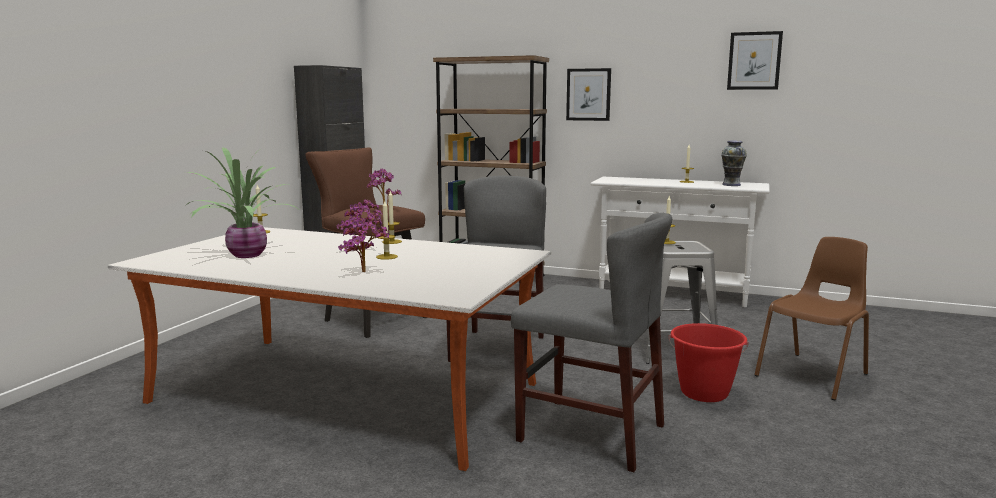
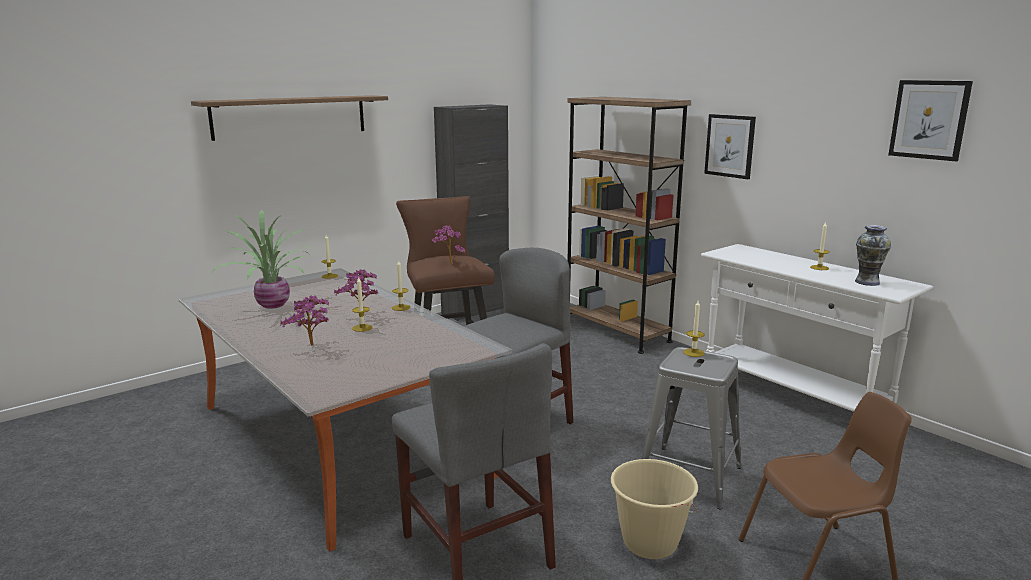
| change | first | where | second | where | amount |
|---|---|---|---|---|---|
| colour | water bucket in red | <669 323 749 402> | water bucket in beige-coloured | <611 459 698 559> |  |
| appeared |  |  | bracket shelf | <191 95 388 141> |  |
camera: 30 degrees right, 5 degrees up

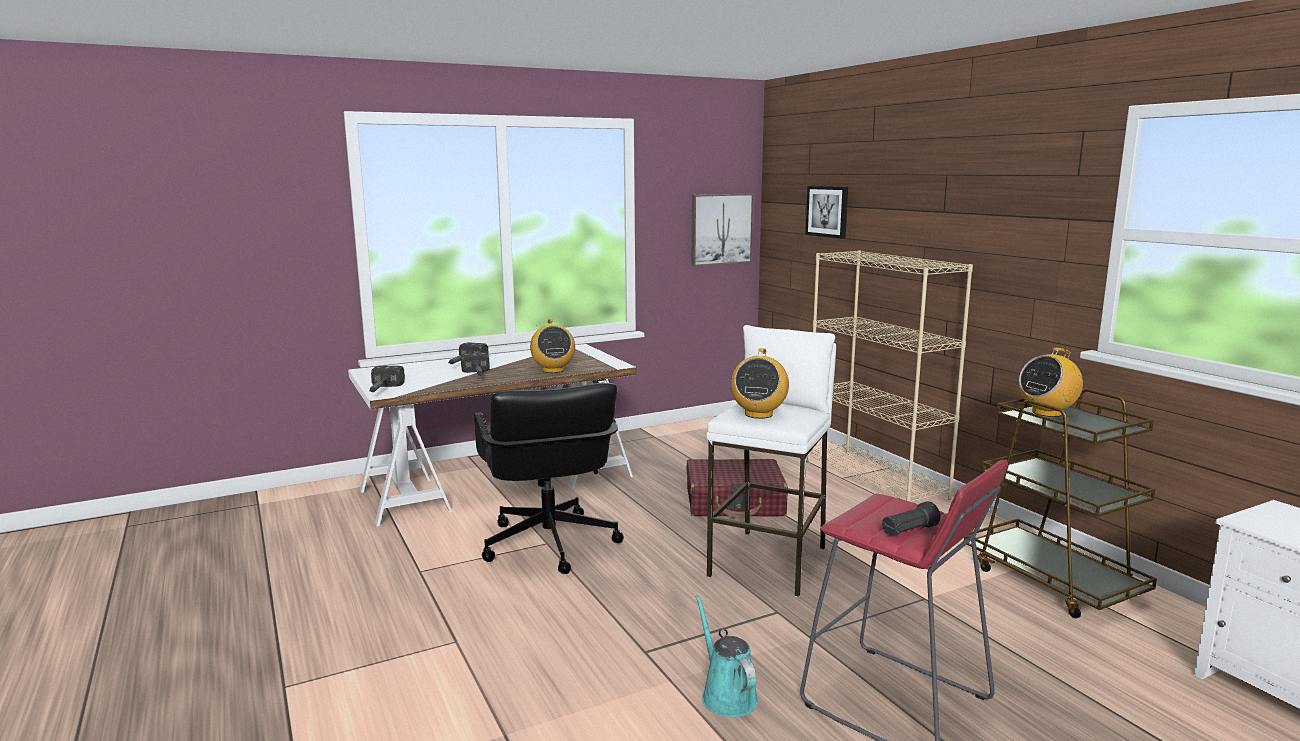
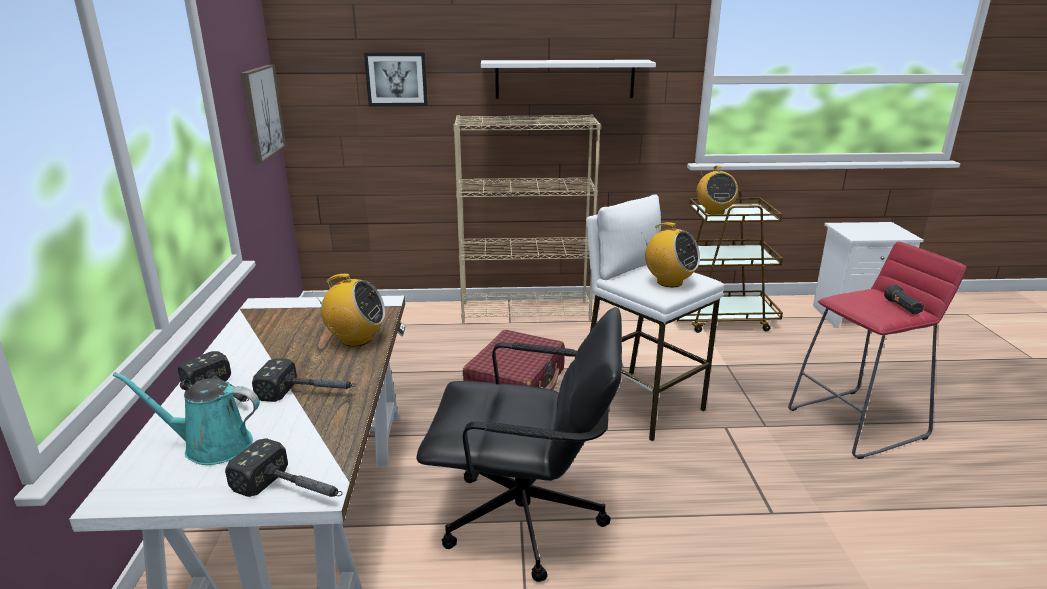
| change | first | where | second | where | amount |
|---|---|---|---|---|---|
| relocated | sprinkling can in turquoise-coloured | <696 595 758 717> |  | <113 372 260 465> |  |
| appeared |  |  | bracket shelf in white-coloured | <481 60 656 99> |  |
camera: 65 degrees left, 10 degrees up

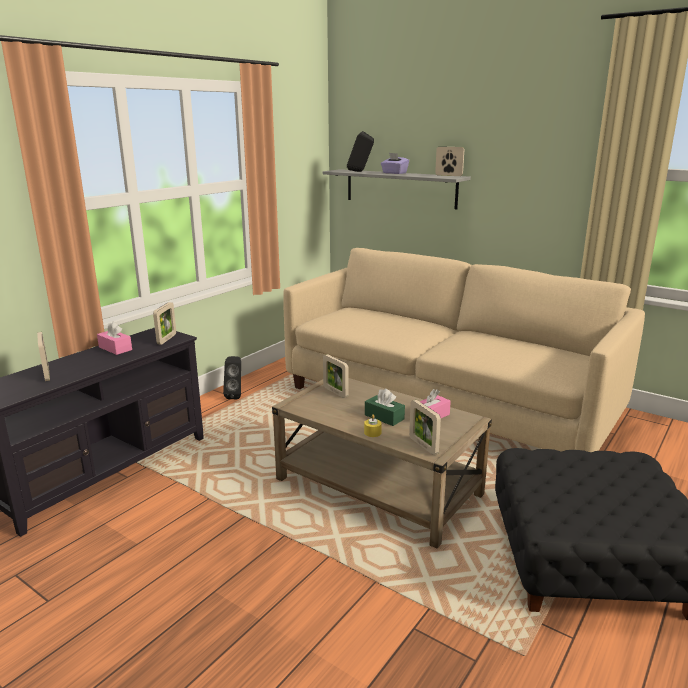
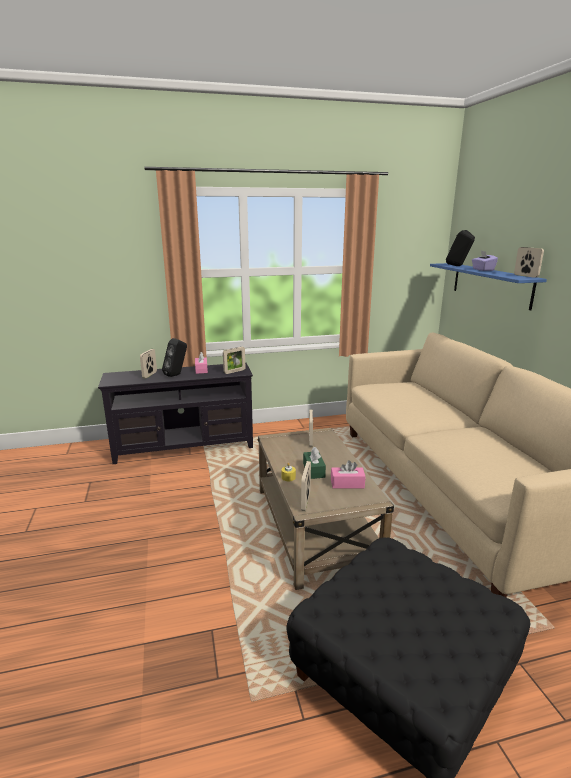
| change | first | where | second | where | amount |
|---|---|---|---|---|---|
| colour | bracket shelf in greyish | <323 169 471 210> | bracket shelf in blue | <430 263 547 310> |  |
| relocated | audio speaker in blackish | <223 356 241 399> |  | <162 338 187 377> |  |
camera: 40 degrees right, 0 degrees up

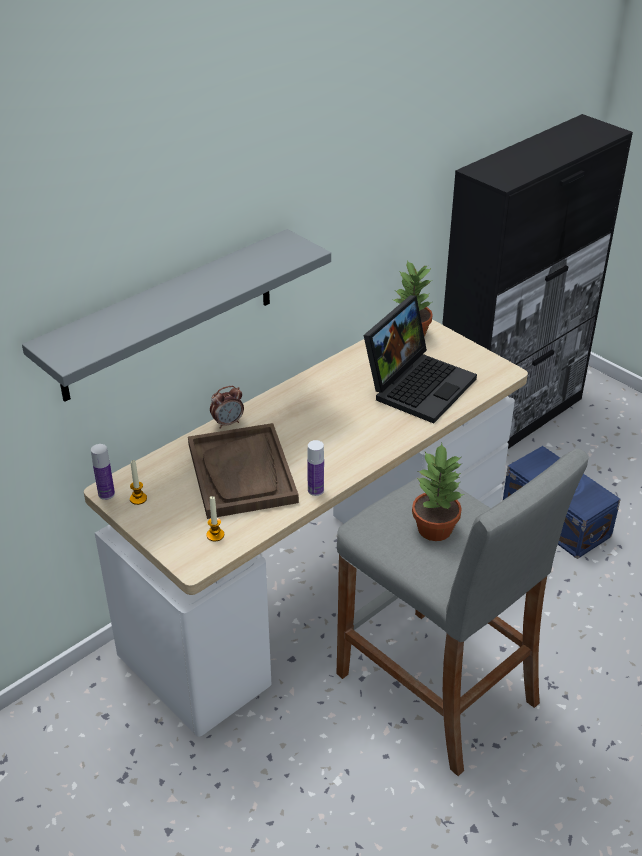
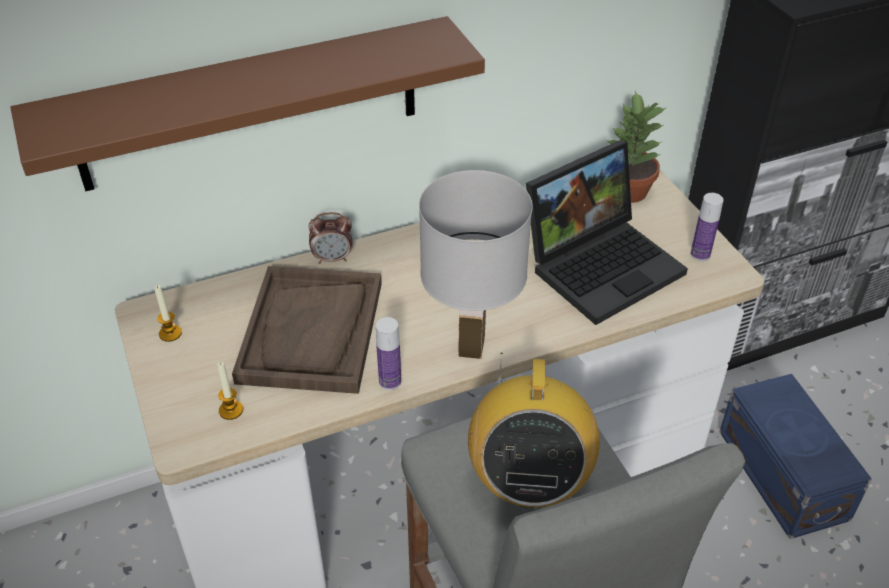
| change | first | where | second | where | amount |
|---|---|---|---|---|---|
| colour | bracket shelf in greyish | <22 229 331 402> | bracket shelf in brownish | <10 16 485 191> |  |
| exchanged | plant in a pot | <412 443 464 541> | radio | <468 353 600 508> |  |
| relocated | bottle | <91 444 115 500> |  | <690 193 724 261> |  |
| appeared |  |  | lamp for a table in white-coloured | <419 170 533 359> |  |
camera: 20 degrees right, 5 degrees up

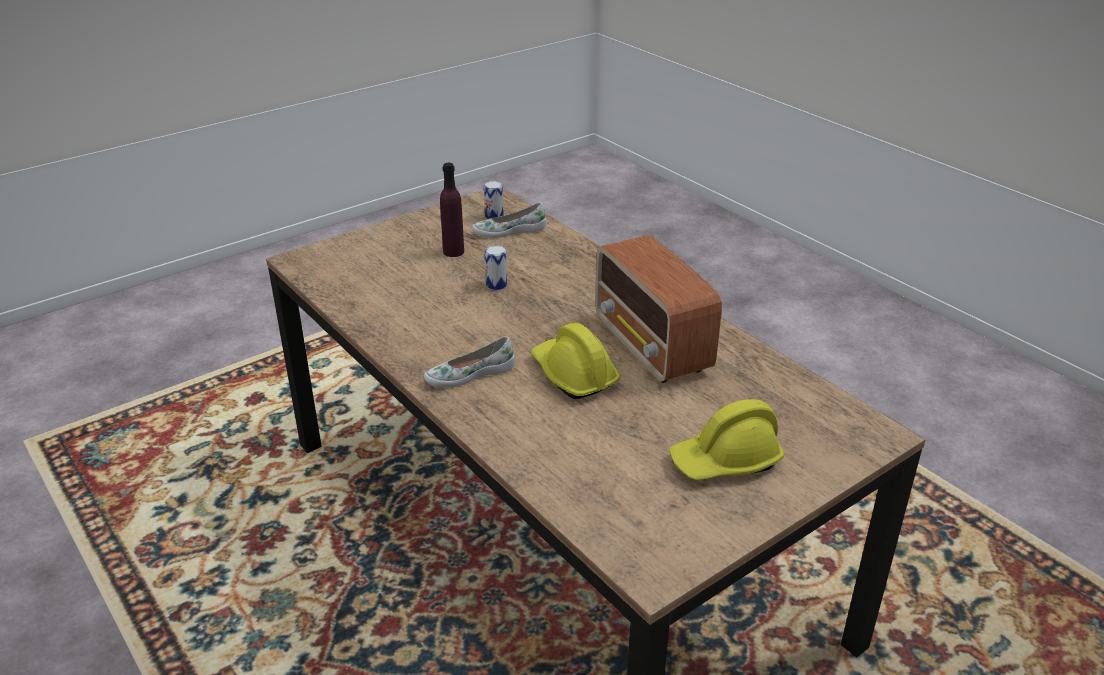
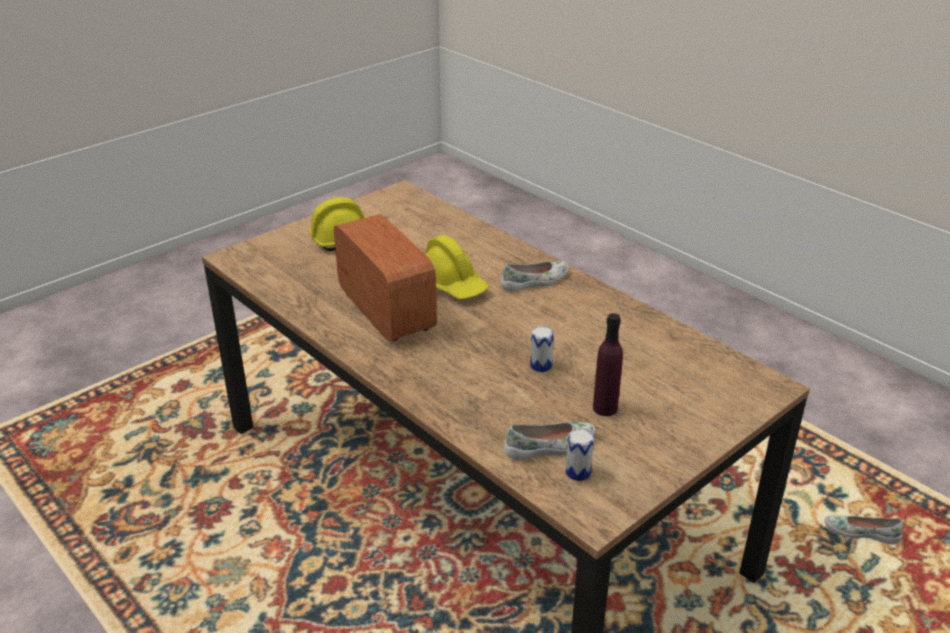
| change | first | where | second | where | amount |
|---|---|---|---|---|---|
| appeared |  |  | low shoe in white-coloured | <825 515 903 544> |  |
camera: 175 degrees right, 0 degrees up

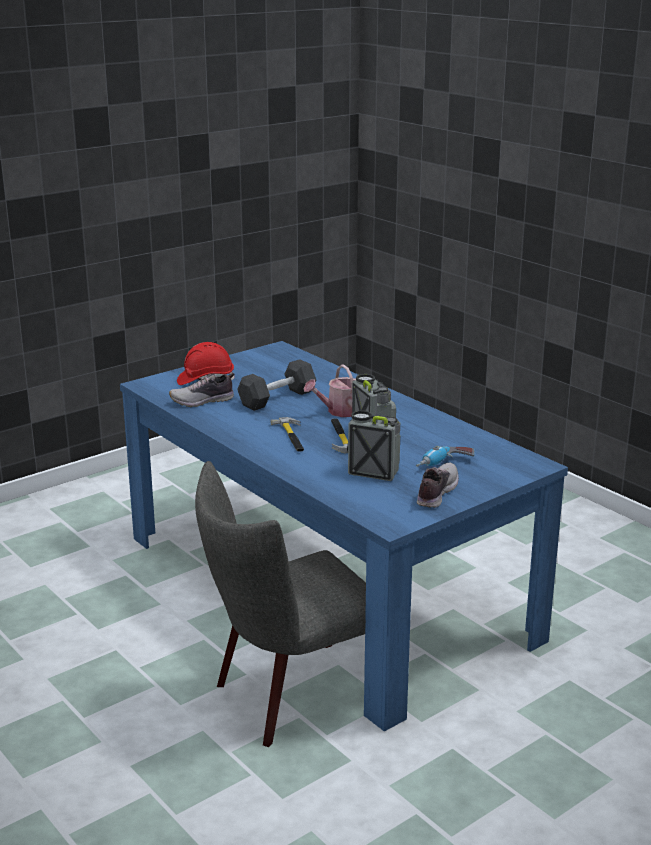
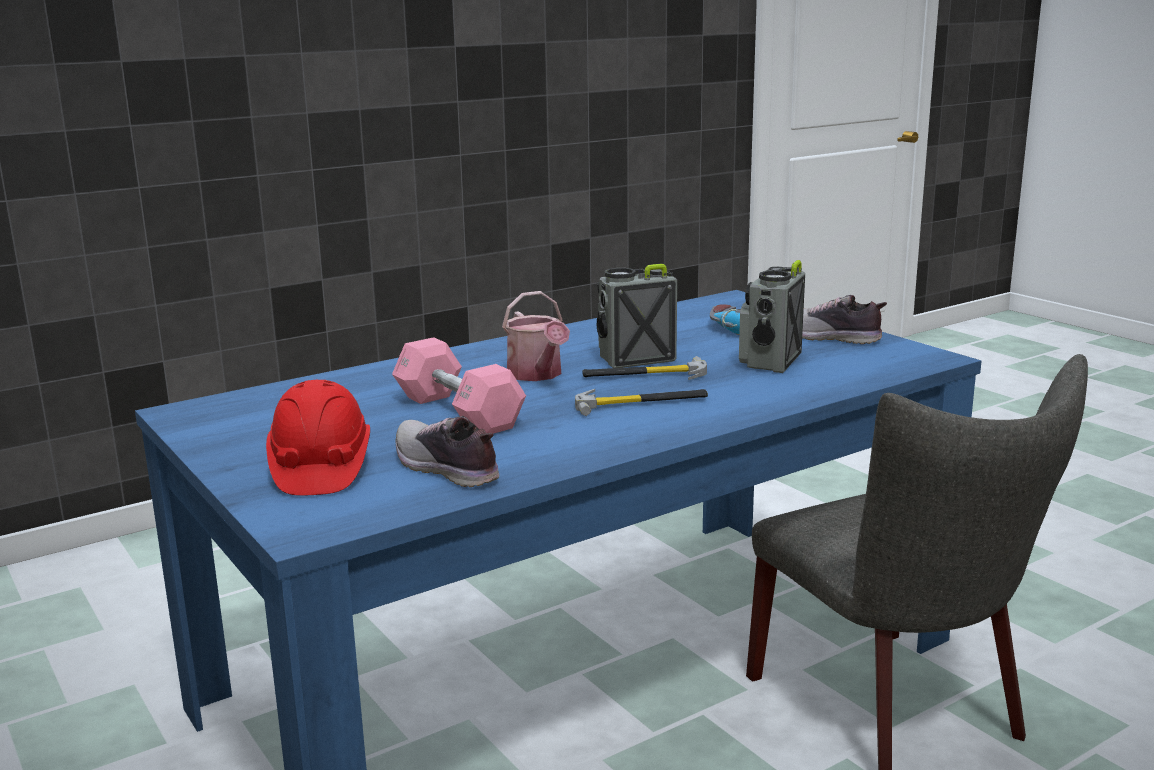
| change | first | where | second | where | amount |
|---|---|---|---|---|---|
| colour | hand weight in blackish | <238 359 316 411> | hand weight in pink-coloured | <392 337 526 434> |  |
| spun | low shoe | <169 373 235 407> |  | <396 416 499 487> | 150 degrees clockwise |
camera: 85 degrees left, 5 degrees down

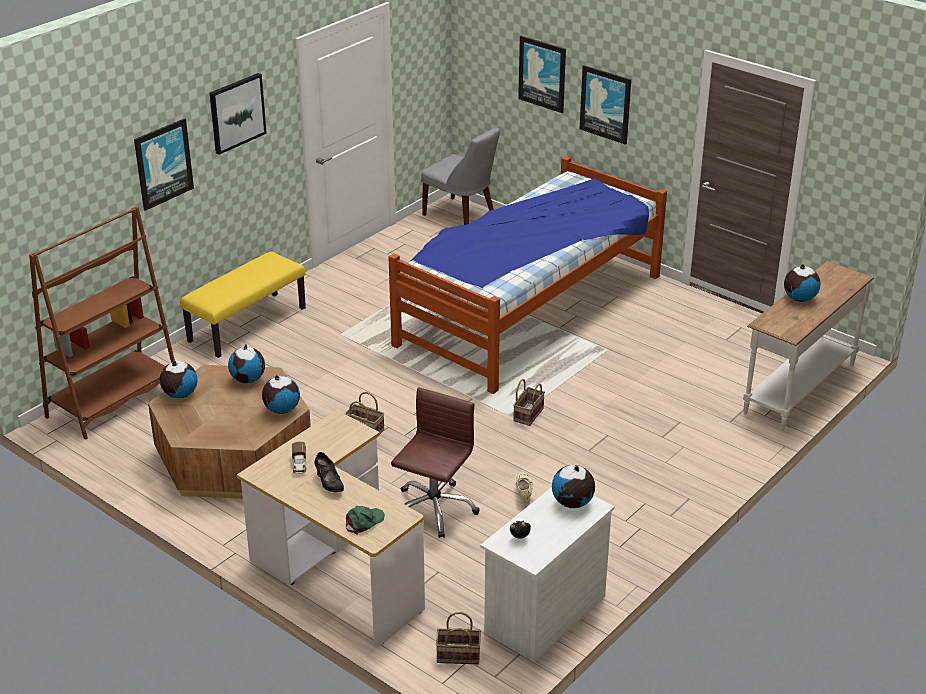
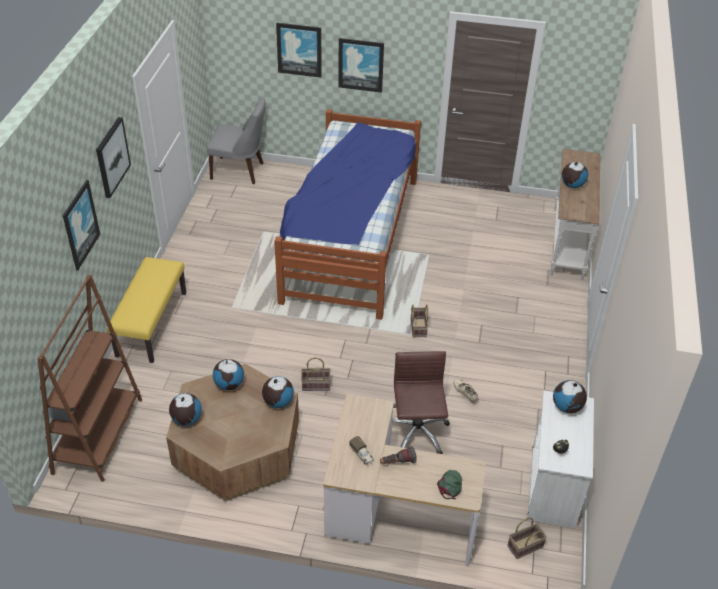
| change | first | where | second | where | amount |
|---|---|---|---|---|---|
| exchanged | low shoe in blackish | <314 452 344 492> | hand torch | <380 446 416 464> |  |
camera: 30 degrees left, 10 degrees up

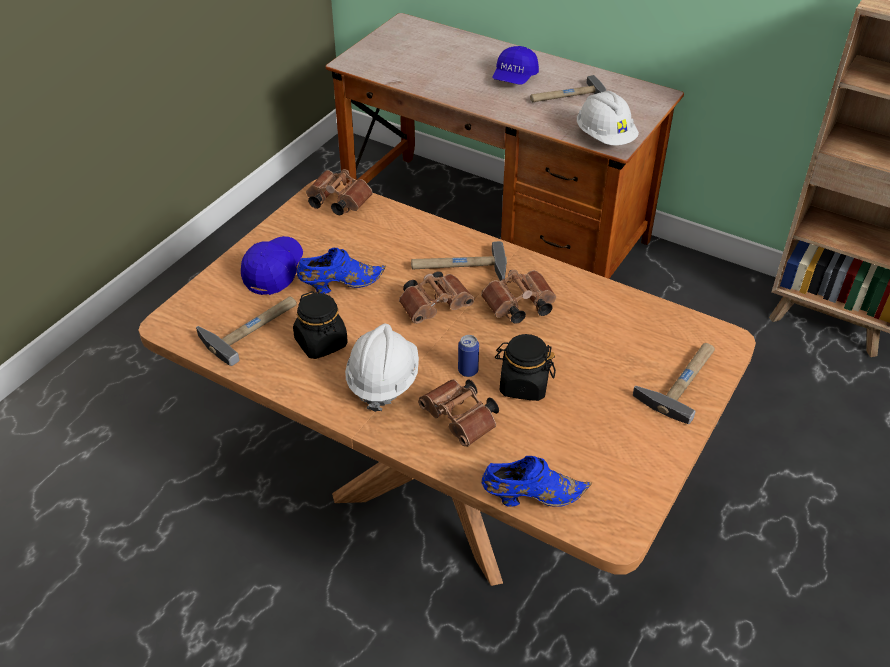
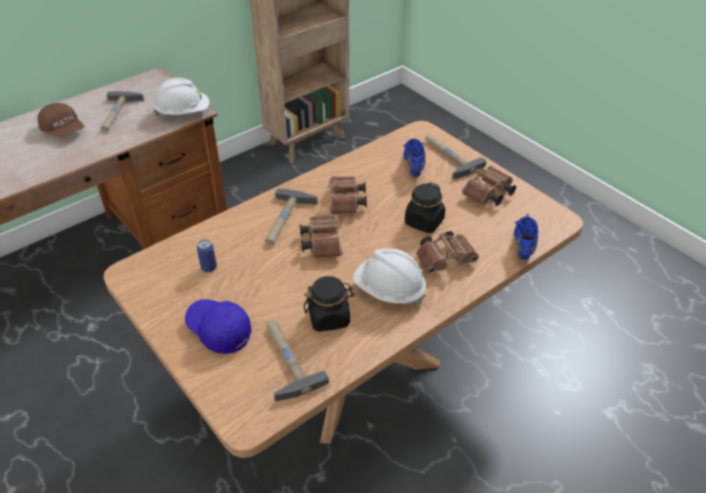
| change | first | where | second | where | amount |
|---|---|---|---|---|---|
| colour | peaked cap in blue | <493 46 539 84> | peaked cap in brownish | <38 103 84 138> |  |
| relocated | field glasses in brownish | <306 169 373 215> |  | <462 165 516 206> |  |
| relocated | low shoe in blue | <297 248 386 294> |  | <403 139 426 177> |  |
| relocated | metal can | <458 335 479 377> |  | <197 239 217 272> |  |
camera: 70 degrees left, 0 degrees up

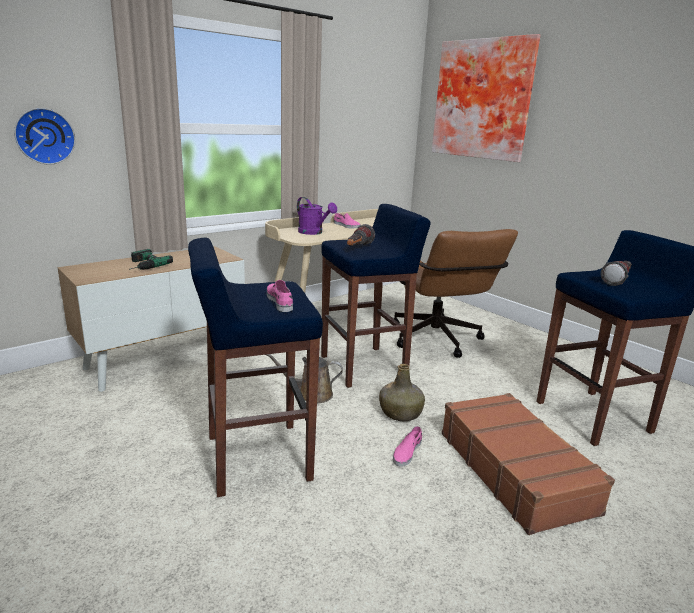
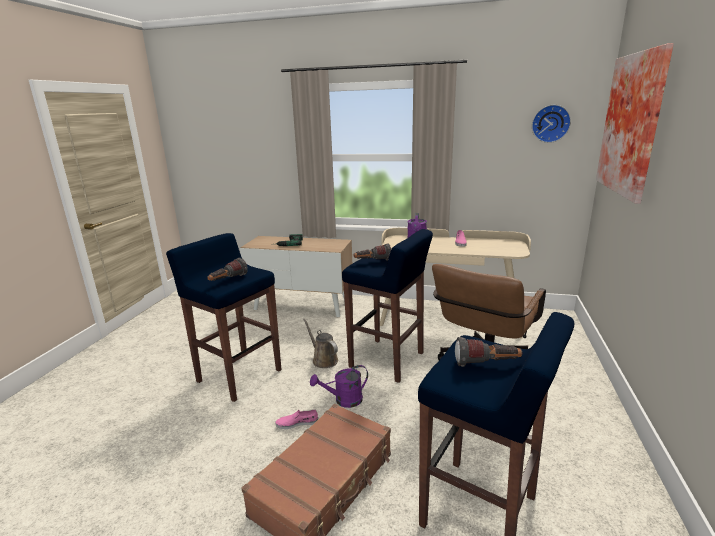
| change | first | where | second | where | amount |
|---|---|---|---|---|---|
| relocated | hanging clock | <14 108 75 165> |  | <532 105 571 143> |  |
| exchanged | low shoe in pink-coloured | <267 280 293 312> | hand torch | <207 258 248 281> |  |
| exchanged | bottle in green | <379 364 425 421> | sprinkling can in purple-coloured | <310 365 368 408> |  |
camera: 55 degrees right, 0 degrees up

